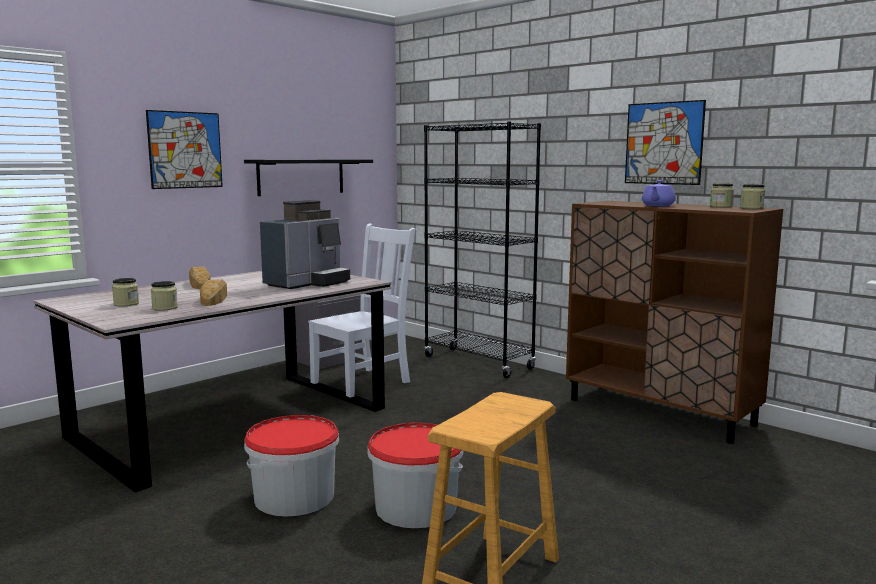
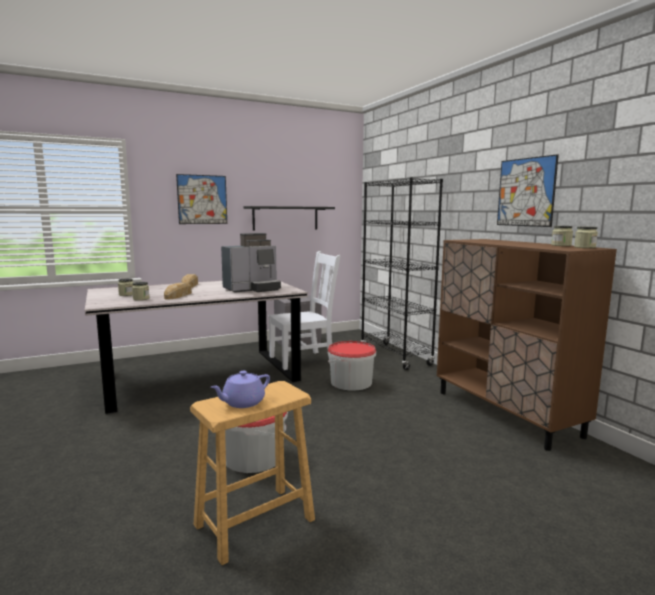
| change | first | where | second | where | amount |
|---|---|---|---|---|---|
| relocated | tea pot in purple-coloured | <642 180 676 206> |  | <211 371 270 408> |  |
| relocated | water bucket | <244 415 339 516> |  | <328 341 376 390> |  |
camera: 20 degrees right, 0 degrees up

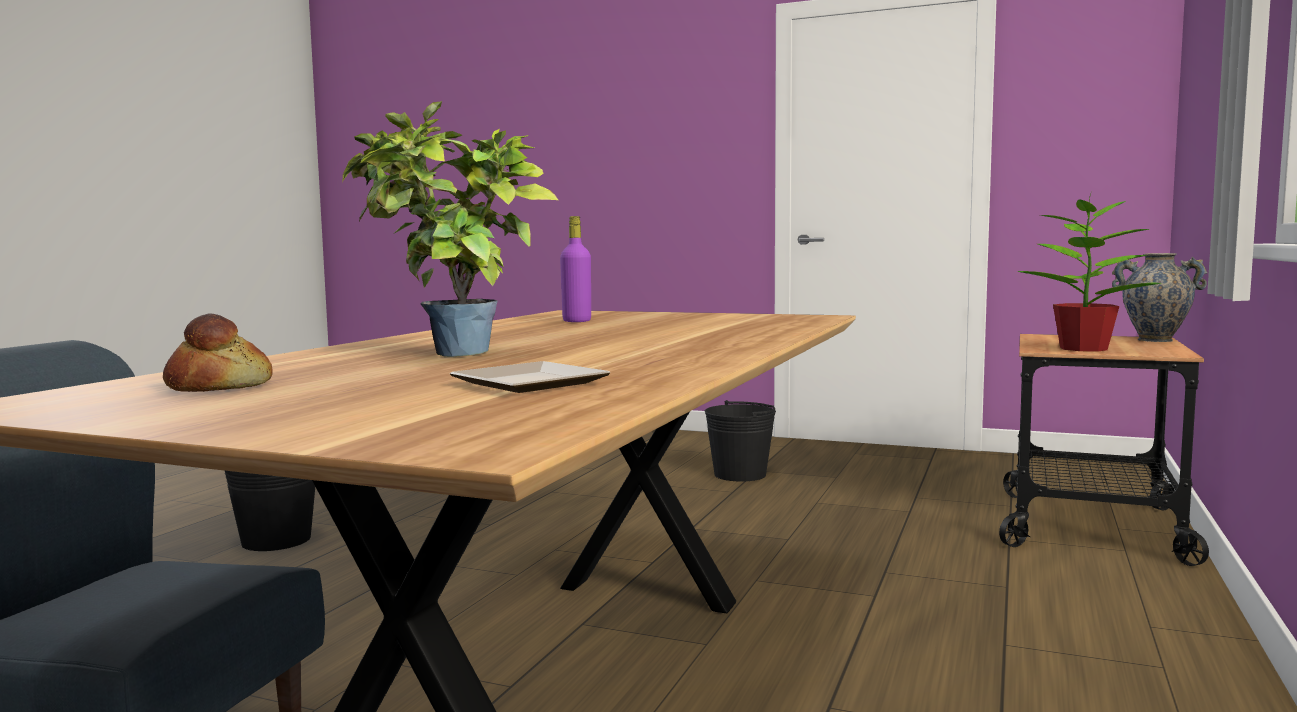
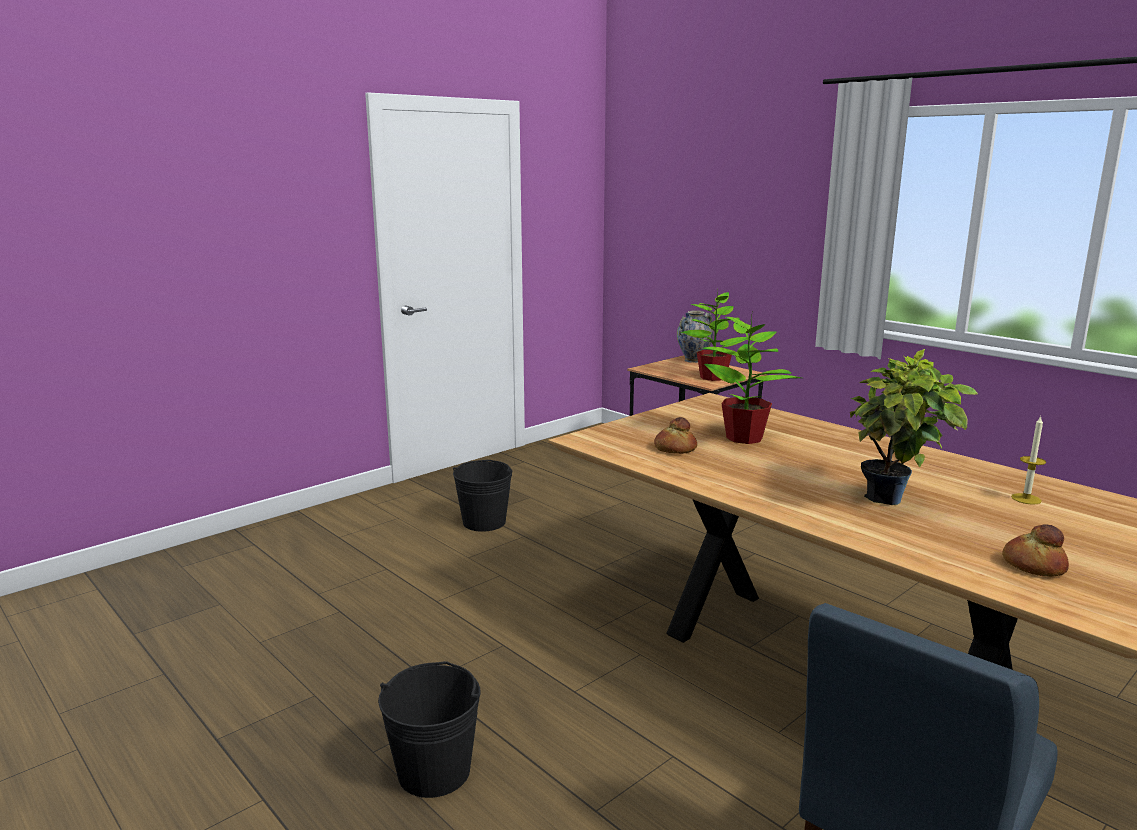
| change | first | where | second | where | amount |
|---|---|---|---|---|---|
| exchanged | bottle in purple-coloured | <560 216 591 322> | bread | <654 417 697 454> |  |
| exchanged | flat dish | <450 361 611 393> | candle | <1011 416 1046 504> |  |
| appeared |  |  | plant in a pot | <702 312 801 444> |  |
camera: 65 degrees left, 10 degrees up

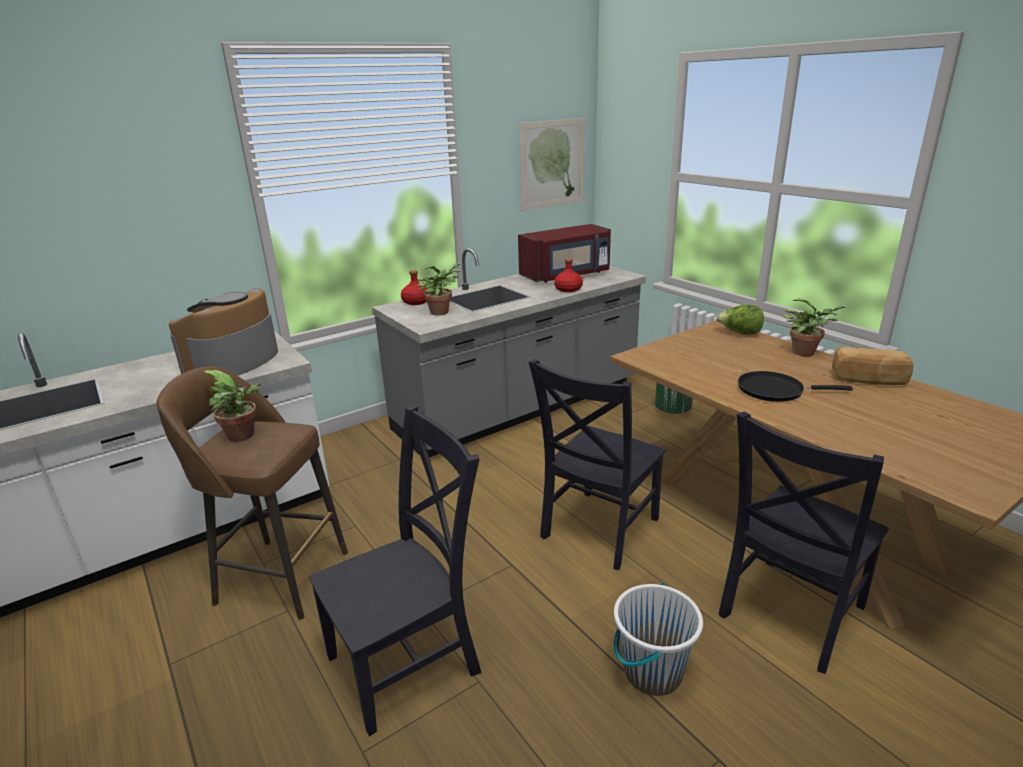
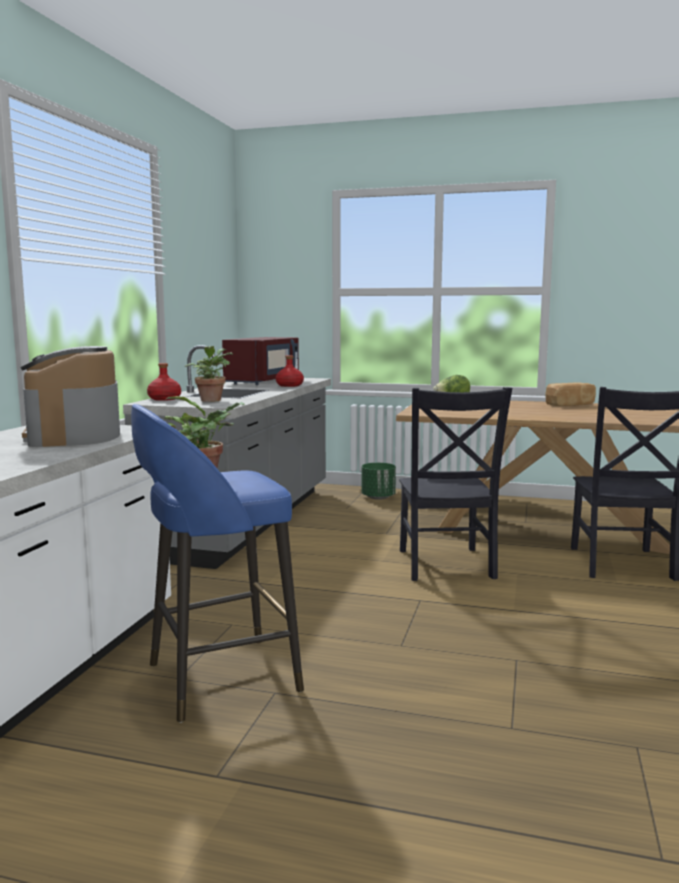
| change | first | where | second | where | amount |
|---|---|---|---|---|---|
| missing | picture | <519 118 585 211> |  |  |  |
| missing | plant in a pot | <783 298 849 357> |  |  |  |
| colour | stool seat in brownish | <156 366 348 620> | stool seat in blue | <131 404 304 723> |  |
| missing | skillet in blackish | <738 371 853 402> |  |  |  |
| missing | plain chair in blackish | <309 405 481 736> |  |  |  |
| missing | water bucket in white-coloured | <613 583 703 696> |  |  |  |
camera: 40 degrees left, 15 degrees down

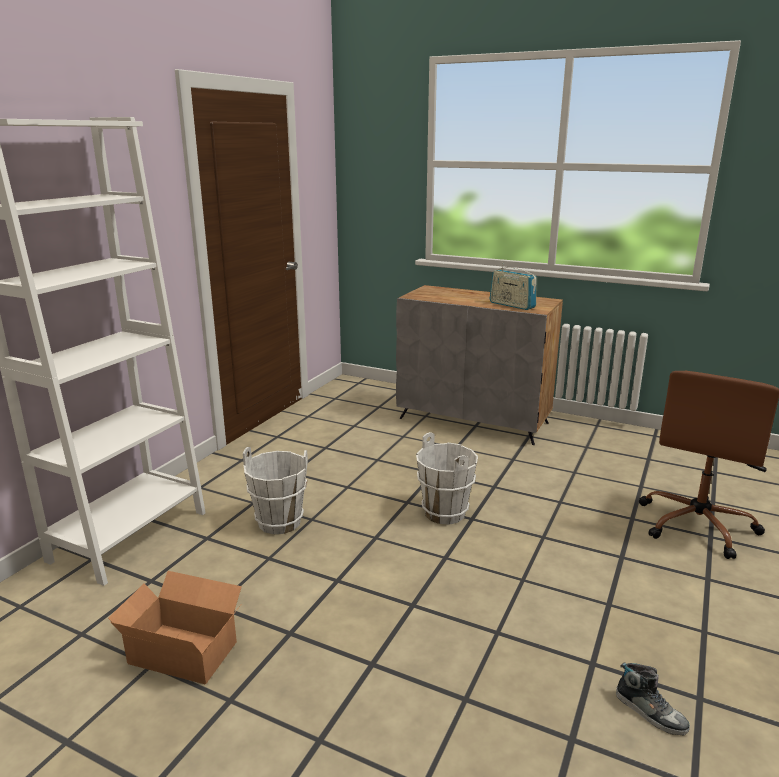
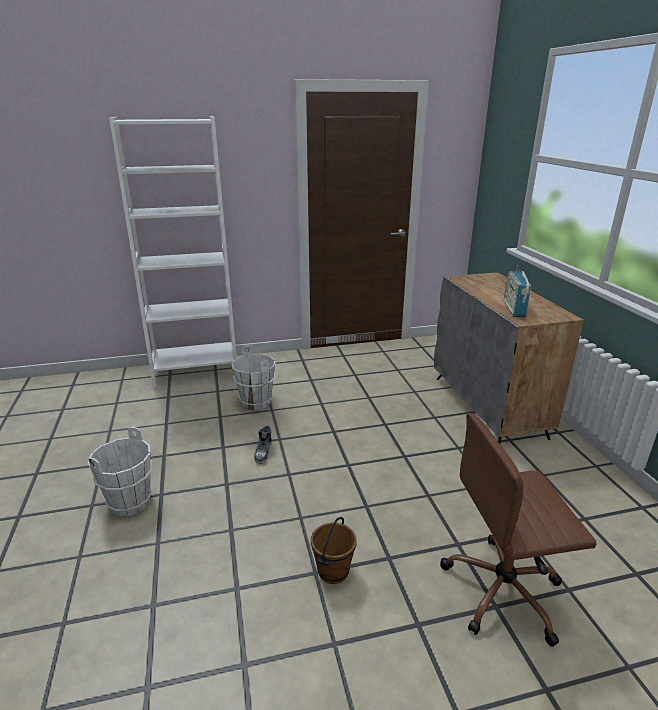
| change | first | where | second | where | amount |
|---|---|---|---|---|---|
| relocated | water bucket in white-coloured | <416 432 478 525> |  | <88 427 152 516> |  |
| missing | carton | <108 571 242 684> |  |  |  |
| relocated | low shoe | <616 663 690 735> |  | <254 426 272 464> |  |
| appeared |  |  | water bucket in brownish | <311 517 357 584> |  |
camera: 50 degrees right, 5 degrees up

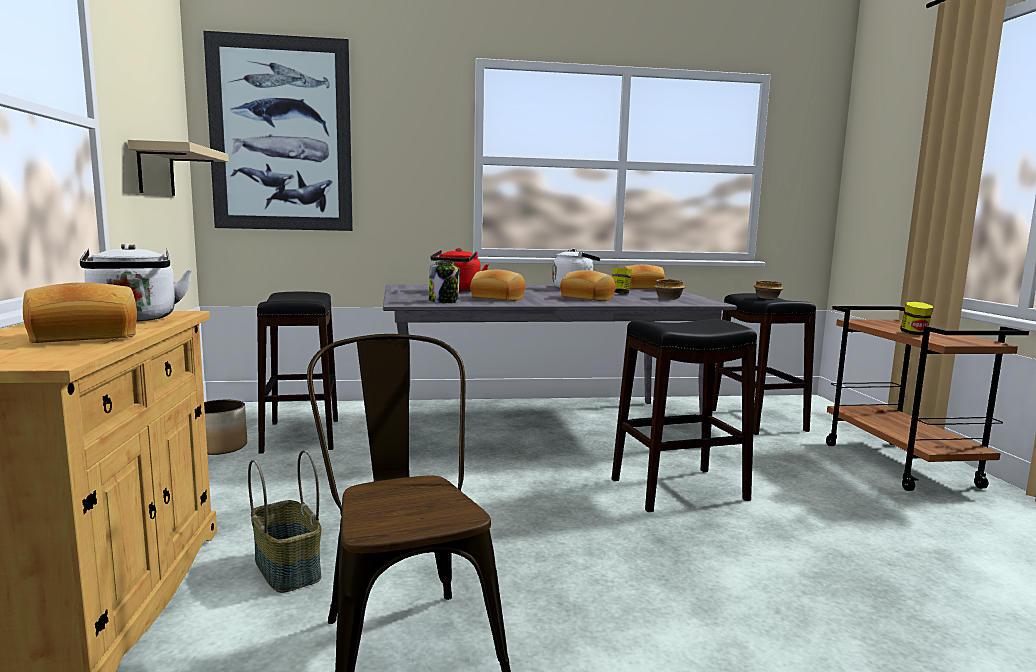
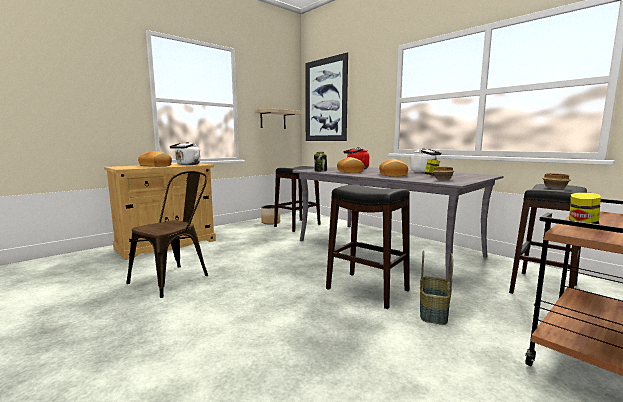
| change | first | where | second | where | amount |
|---|---|---|---|---|---|
| missing | bread | <624 264 665 289> |  |  |  |
| relocated | household basket | <248 450 322 593> |  | <420 250 453 325> |  |
camera: 55 degrees right, 0 degrees up

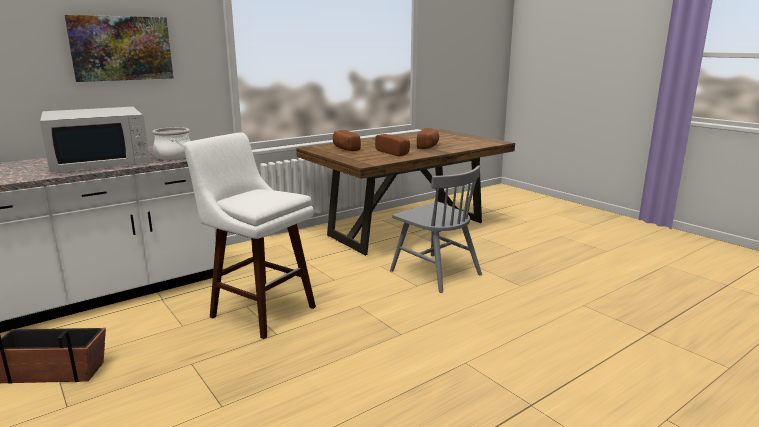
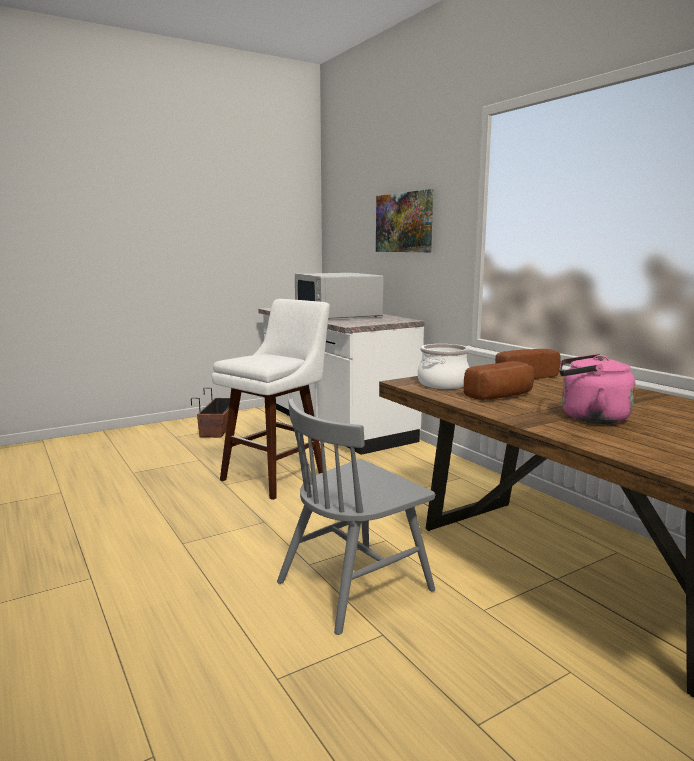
| change | first | where | second | where | amount |
|---|---|---|---|---|---|
| relocated | cooking pot | <152 127 190 160> |  | <417 344 470 389> |  |
| exchanged | bread | <417 128 439 149> | tea kettle in pink-coloured | <559 354 635 424> |  |
camera: 95 degrees right, 5 degrees down

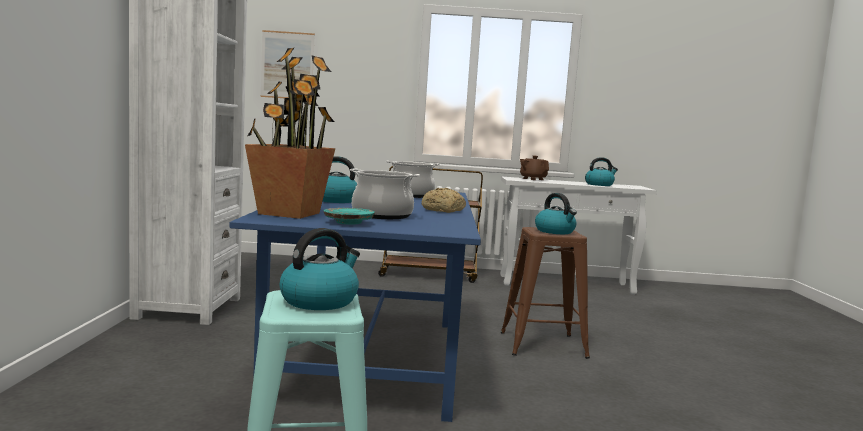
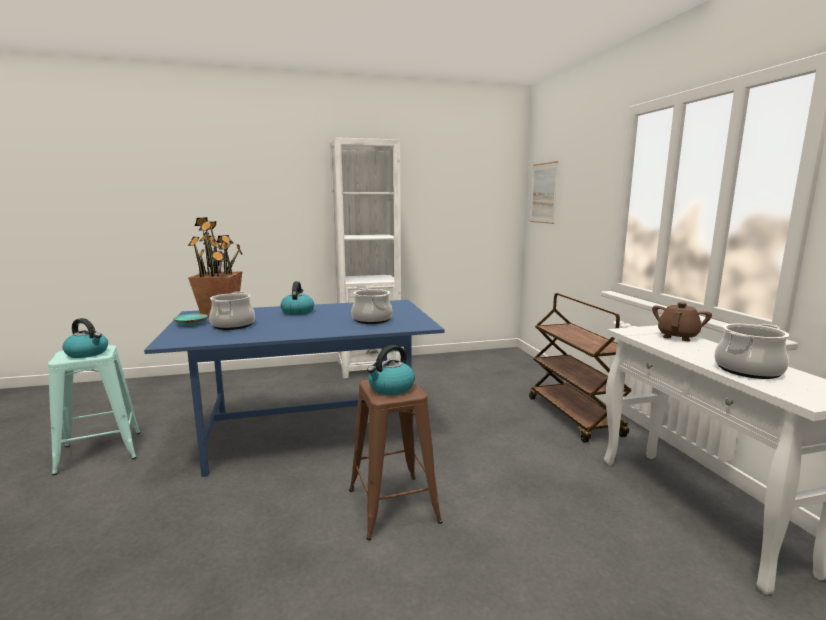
| change | first | where | second | where | amount |
|---|---|---|---|---|---|
| exchanged | tea kettle | <585 157 618 186> | cooking pot | <714 324 789 379> |  |
| missing | bread | <421 188 466 213> |  |  |  |
camera: 75 degrees right, 5 degrees up

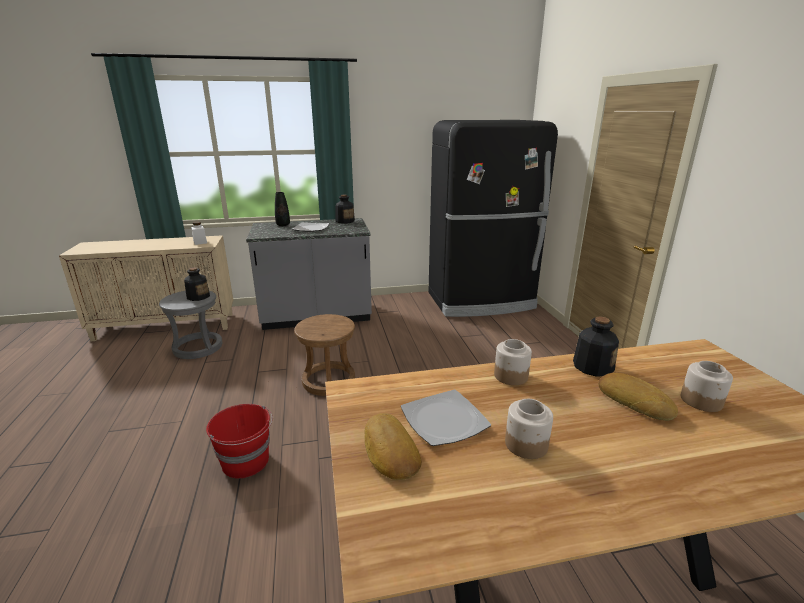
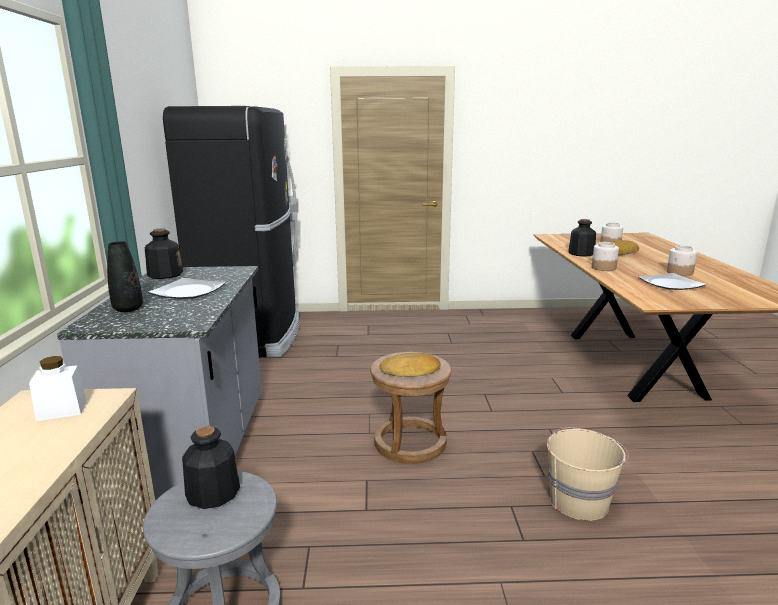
| change | first | where | second | where | amount |
|---|---|---|---|---|---|
| colour | water bucket in red | <206 404 272 479> | water bucket in beige-coloured | <547 428 629 521> |  |
| relocated | bread | <364 413 422 480> |  | <380 353 440 377> |  |
camera: 80 degrees left, 5 degrees down

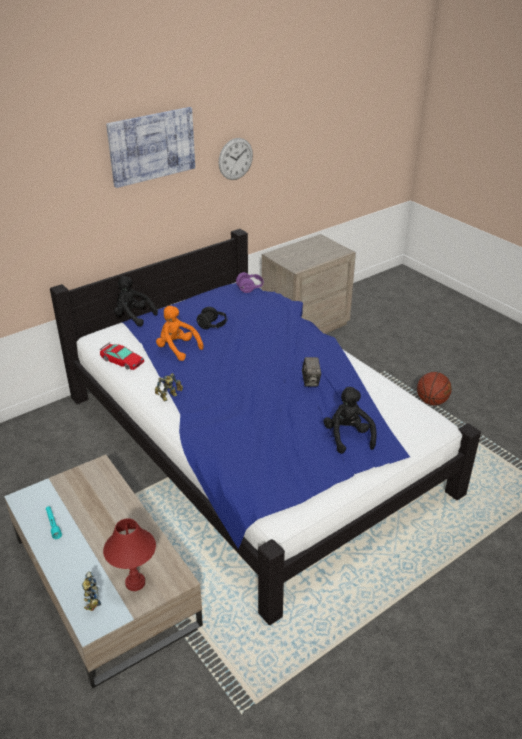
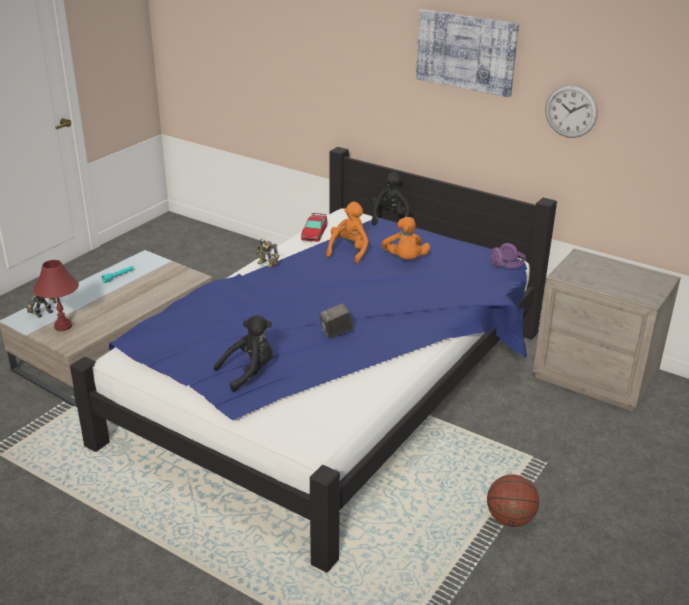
| change | first | where | second | where | amount |
|---|---|---|---|---|---|
| exchanged | pair of headphones in blackish | <197 307 228 329> | soft toy in orange-coloured | <382 217 430 259> |  |
camera: 70 degrees right, 5 degrees down

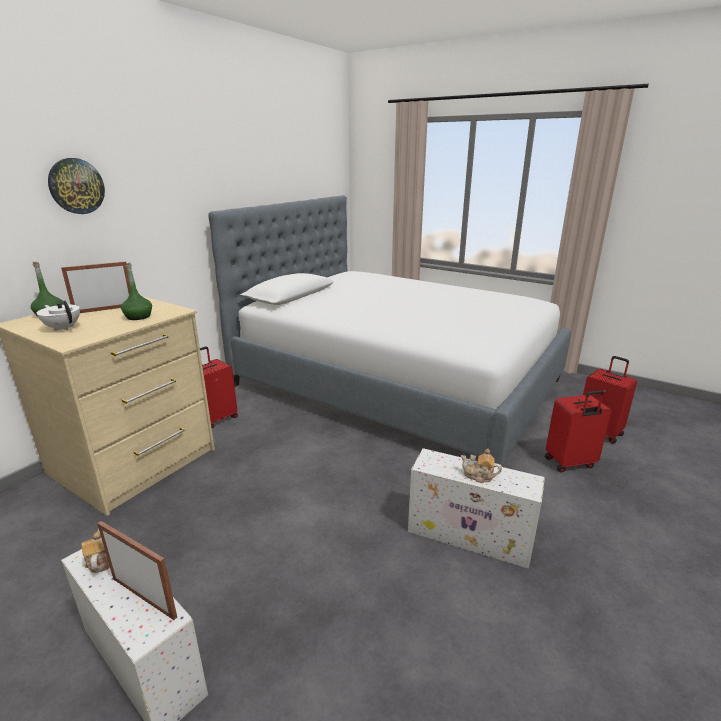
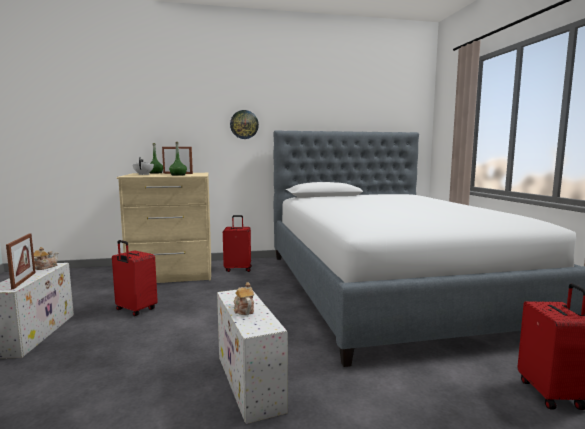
| change | first | where | second | where | amount |
|---|---|---|---|---|---|
| relocated | hanging clock | <48 158 105 214> |  | <230 110 259 139> |  |
| relocated | piece of luggage in red | <545 390 611 473> |  | <112 240 158 316> |  |
camera: 45 degrees right, 15 degrees down

